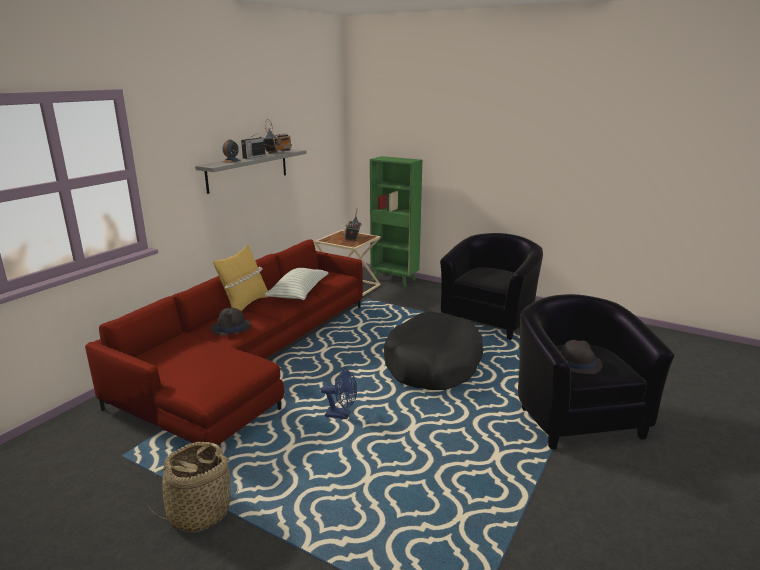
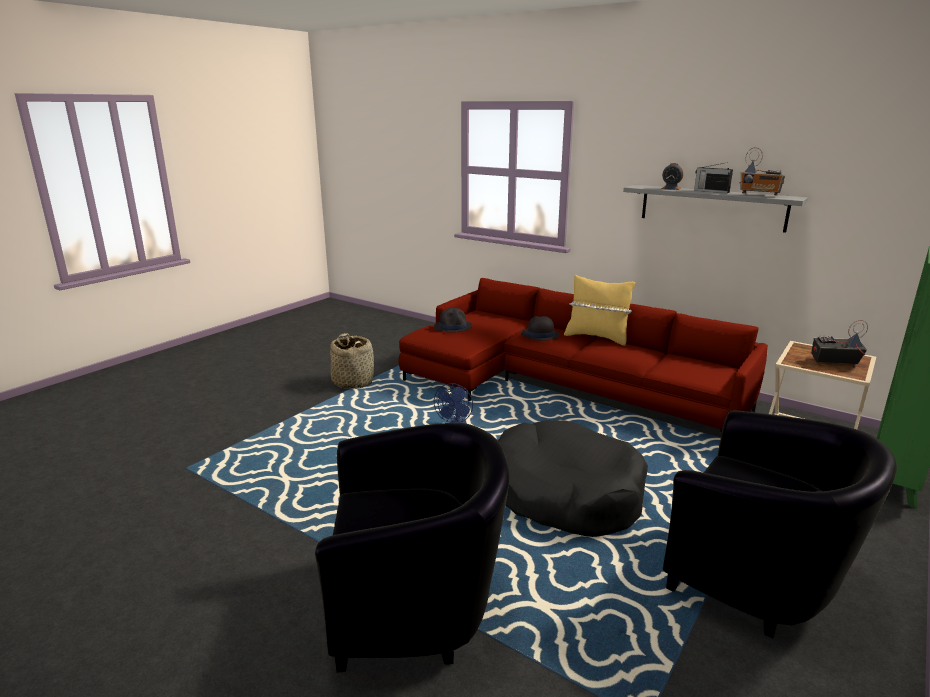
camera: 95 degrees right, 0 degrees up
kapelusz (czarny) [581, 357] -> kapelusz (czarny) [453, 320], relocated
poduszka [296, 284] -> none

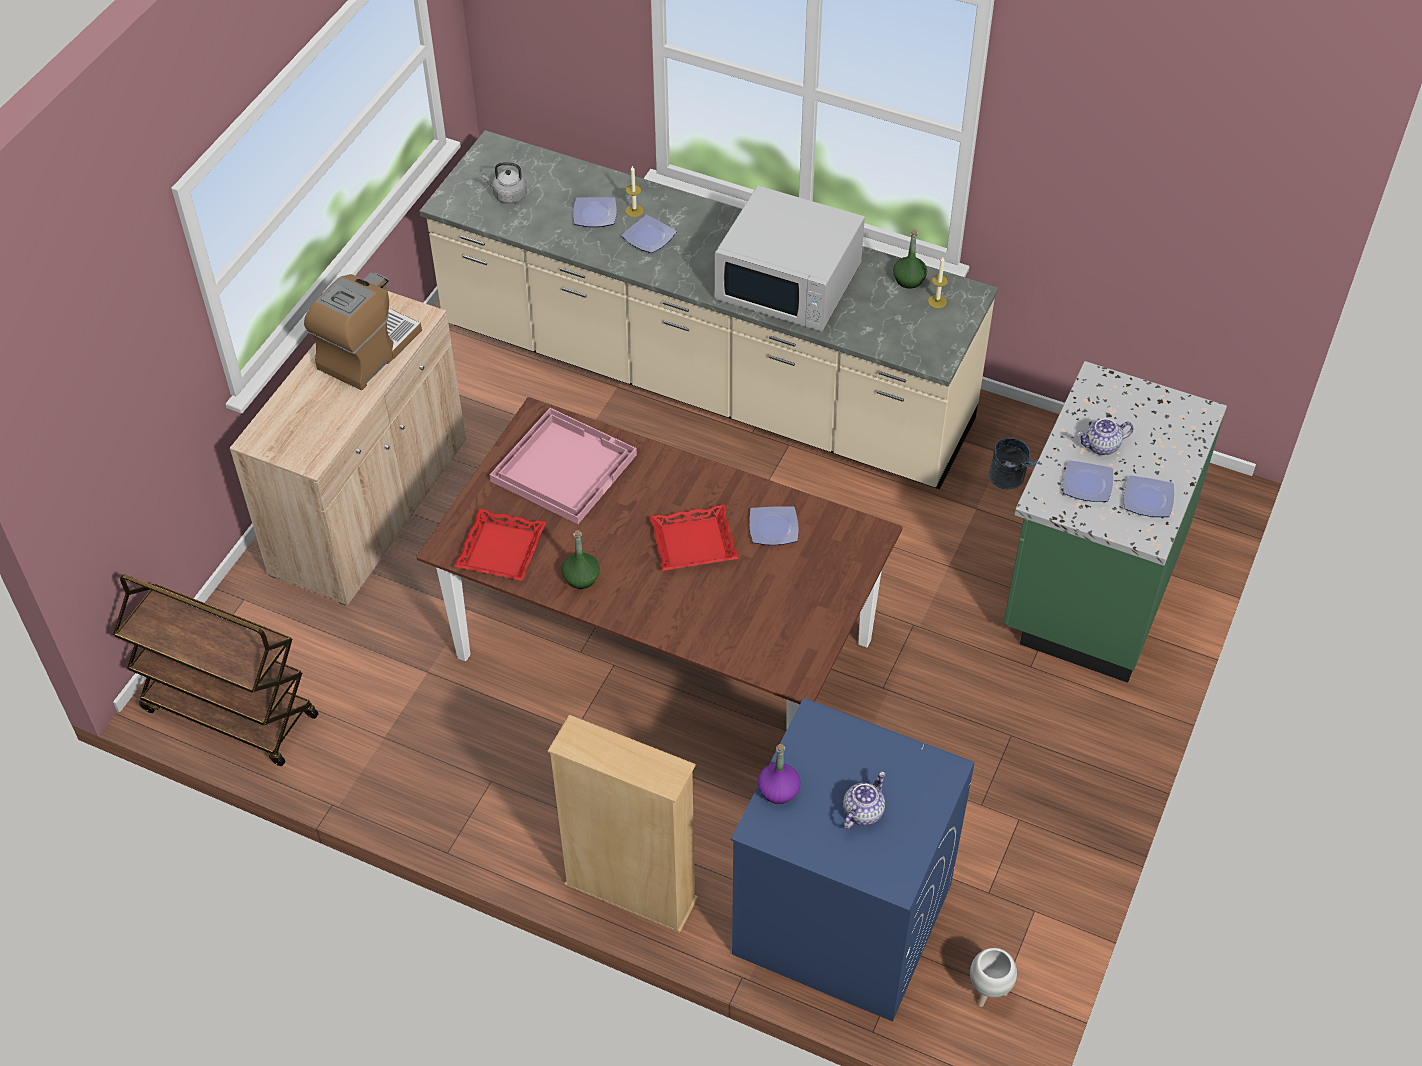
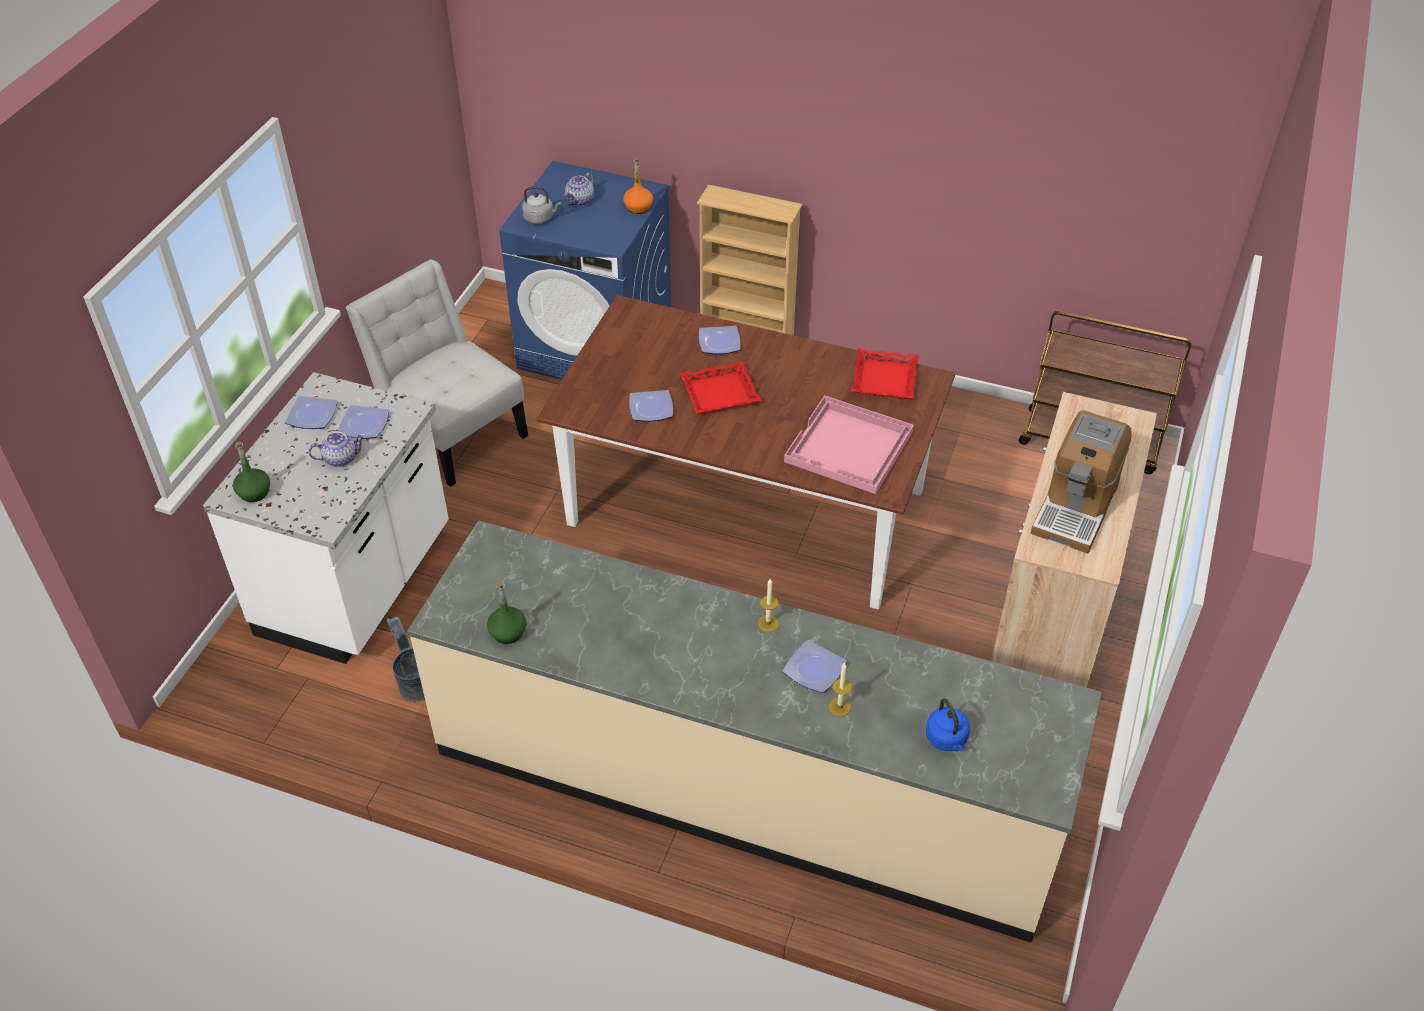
camera: 175 degrees right, 5 degrees down
zabudowa kuchenna (zielony) [1115, 522] -> zabudowa kuchenna (biały) [326, 518]
butelka (zielony) [581, 559] -> butelka (zielony) [251, 472], relocated
none -> krzesło (biały) [436, 373]
czajnik (szary) [505, 183] -> czajnik (szary) [541, 205], relocated
butelka (fioletowy) [779, 774] -> butelka (pomarańczowy) [638, 186]
talerz [595, 212] -> talerz [720, 340], relocated
świeca [938, 282] -> świeca [768, 605], relocated
none -> czajnik (niebieski) [948, 724]
mikrofalówka (biały) [790, 258] -> none
donica (biały) [993, 977] -> none

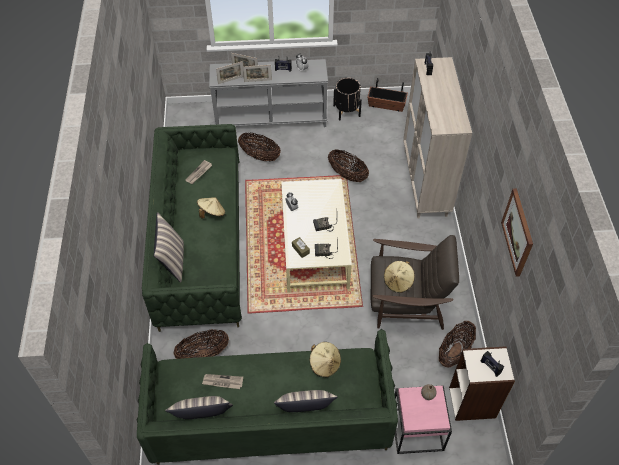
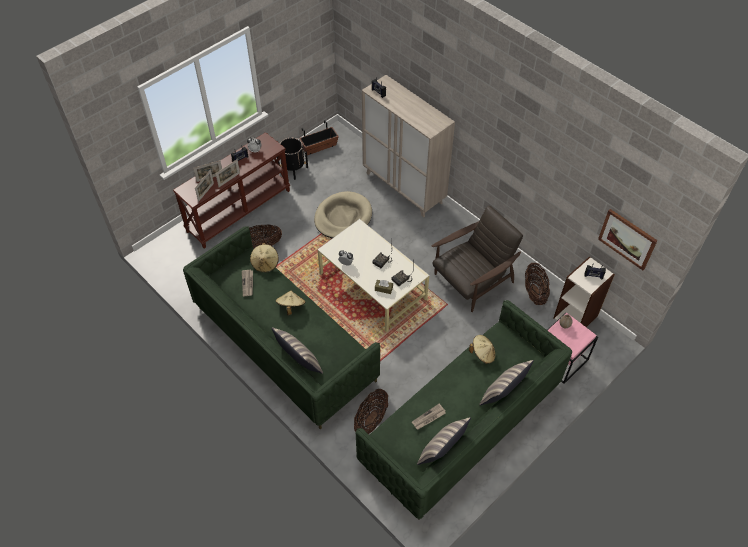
camera: 40 degrees left, 0 degrees up
stolik konsolowy (szary) [268, 93] -> stolik konsolowy (brązowy) [231, 190]
kapelusz (beżowy) [399, 277] -> kapelusz (beżowy) [264, 258], relocated
koszyk [348, 165] -> legowisko (beżowy) [343, 214]
obraz [517, 232] -> obraz [628, 239], relocated

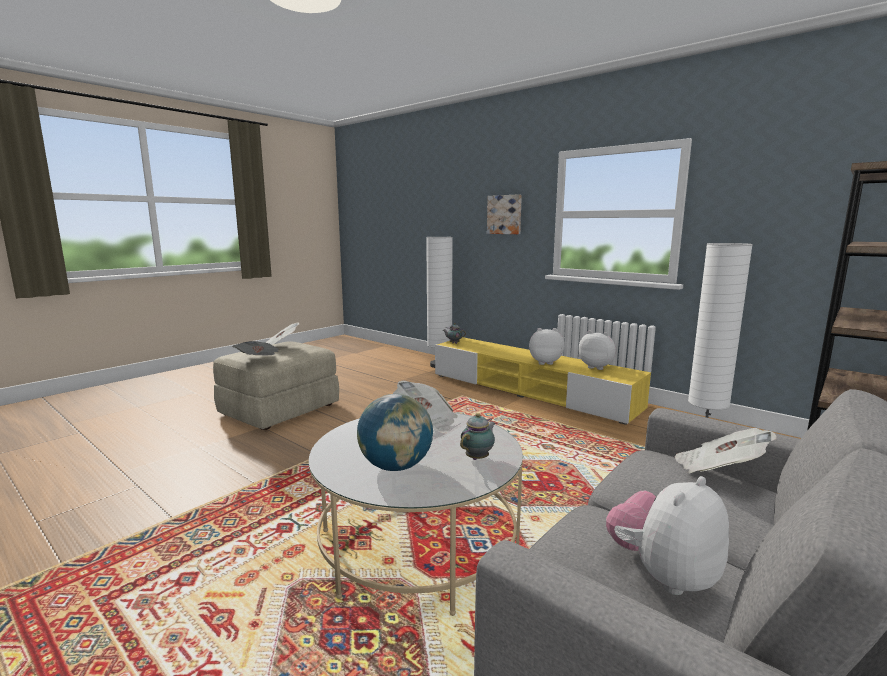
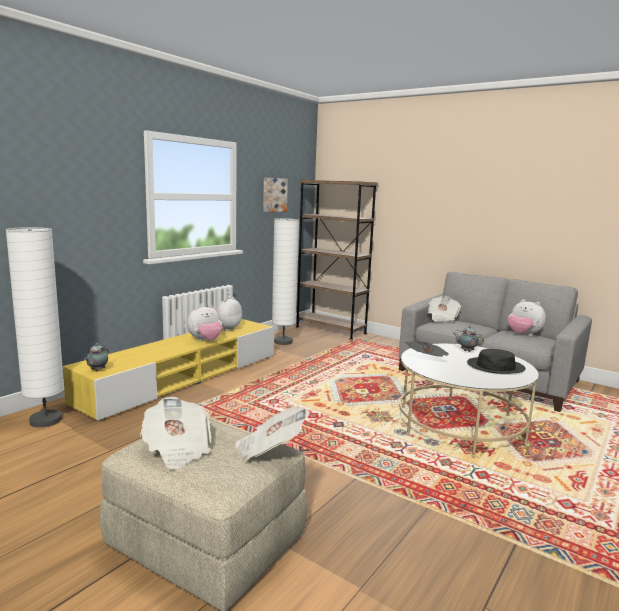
camera: 95 degrees left, 0 degrees up
pluszak [546, 346] -> pluszak [205, 323], 120 degrees counterclockwise
obraz [504, 214] -> obraz [275, 195], relocated
globus [395, 432] -> kapelusz (czarny) [496, 361]

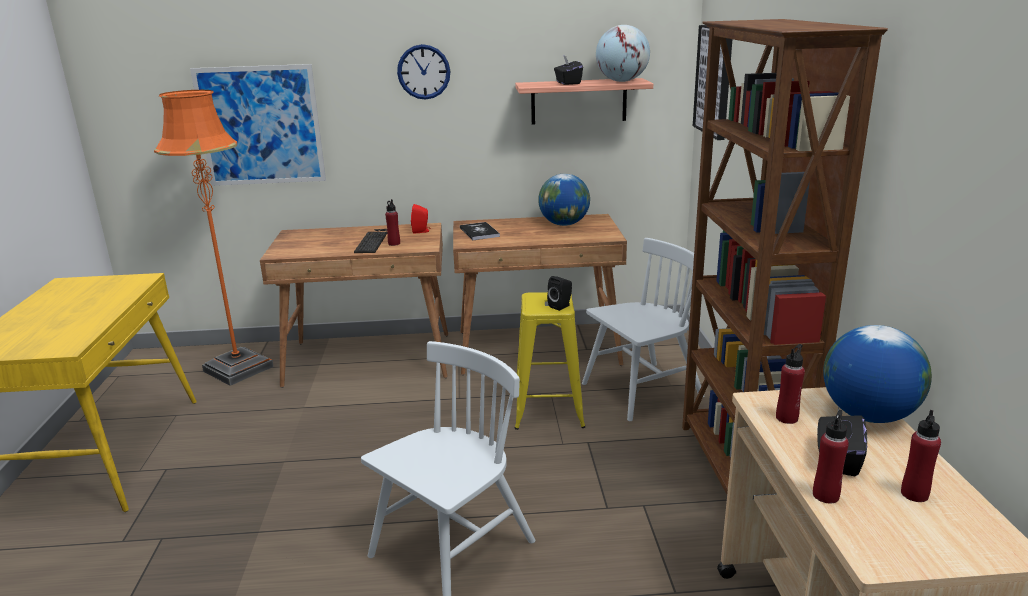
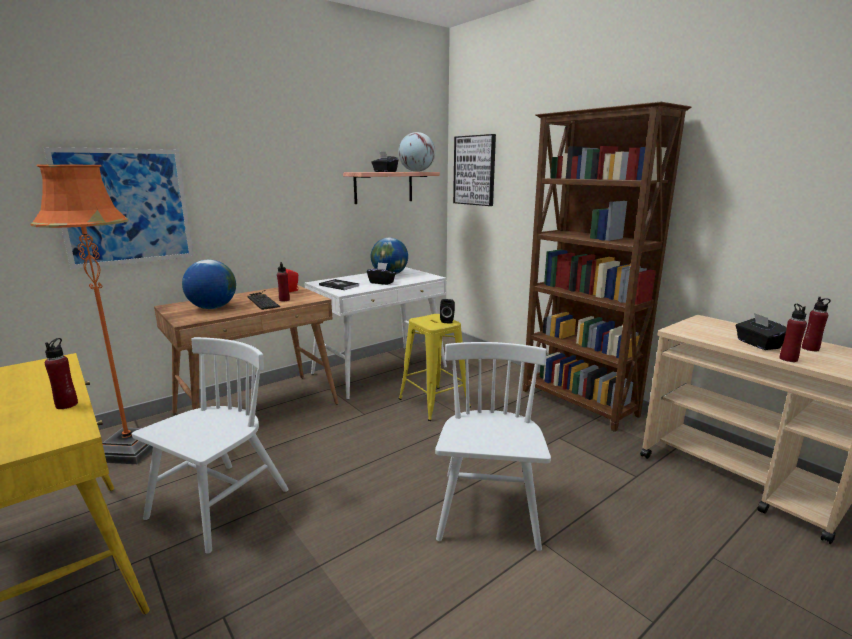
camera: 35 degrees left, 5 degrees down
butelka (czerwony) [790, 384] -> butelka (czerwony) [61, 373], relocated
krzesło (biały) [643, 329] -> krzesło (biały) [210, 445], relocated
globus [877, 374] -> globus [209, 284], relocated
biurko (brązowy) [540, 294] -> biurko (biały) [375, 333]
none -> pudełko chusteczek (czarny) [381, 273]
zegar ścienny [423, 72] -> none

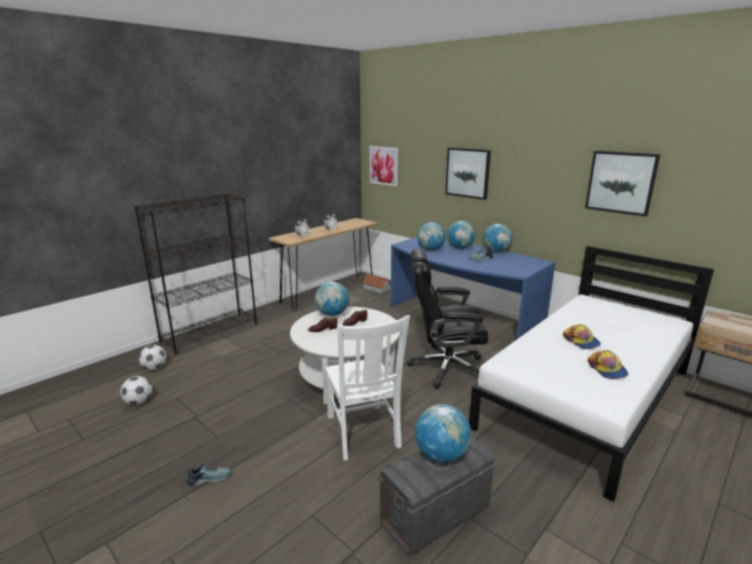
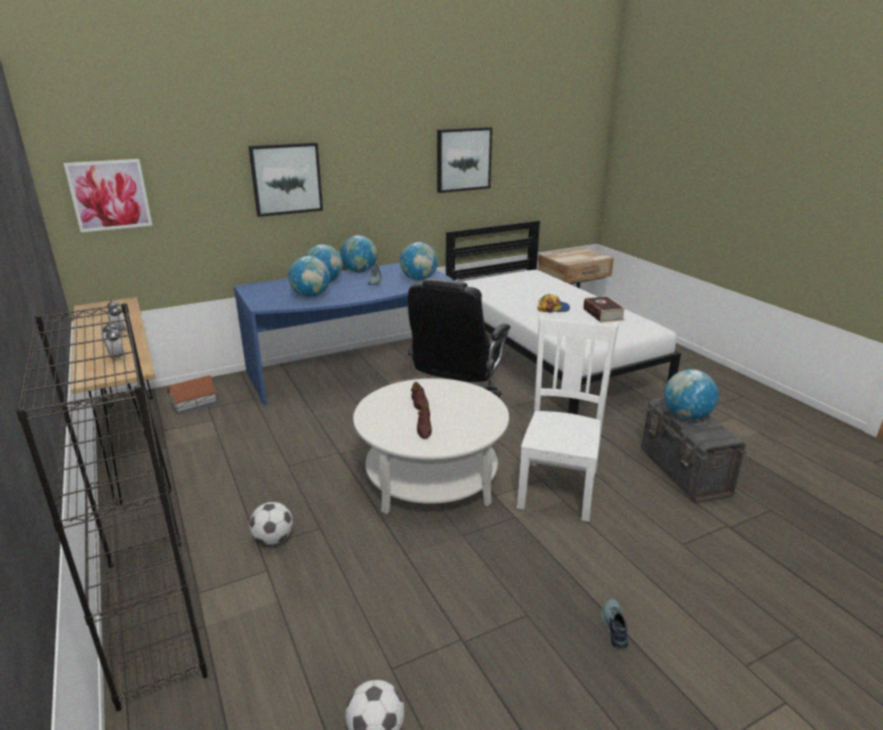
camera: 70 degrees left, 5 degrees up
piłka futbolowa [152, 357] -> piłka futbolowa [271, 523], relocated
globus [332, 299] -> globus [419, 261], relocated
krzesło (biały) [367, 387] -> krzesło (biały) [568, 418], 75 degrees counterclockwise
czapka z daszkiem [608, 364] -> książka [604, 309]

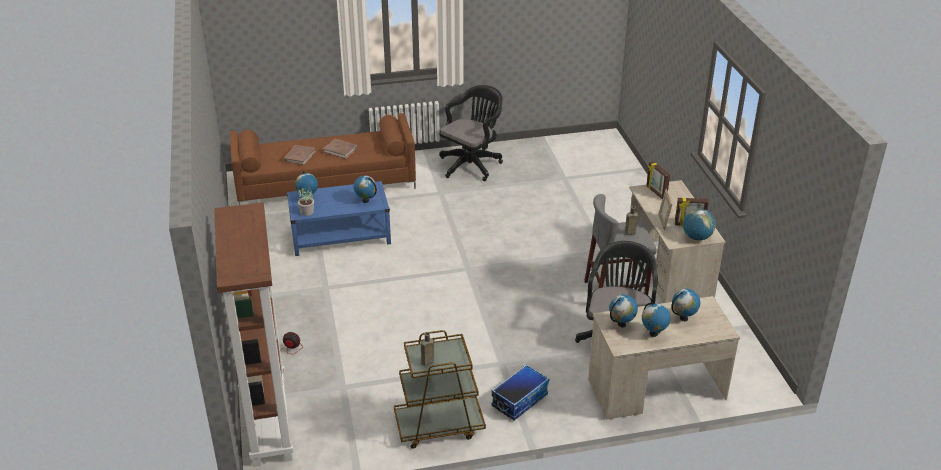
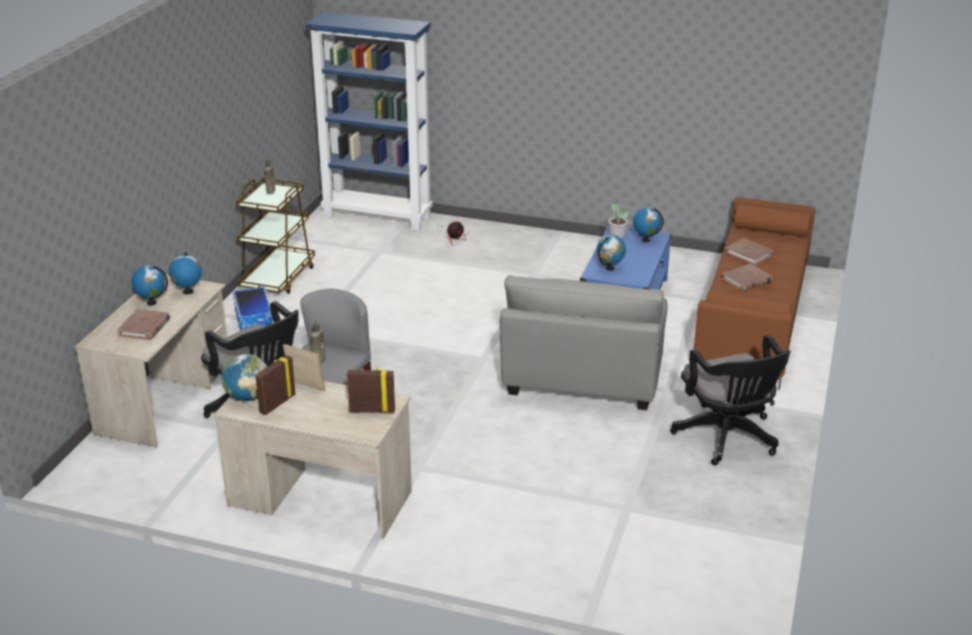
camera: 120 degrees right, 5 degrees down
globus [685, 305] -> książka (brązowy) [143, 324]
regał (brązowy) [254, 335] -> regał (niebieski) [369, 121]
none -> fotel (szary) [583, 342]

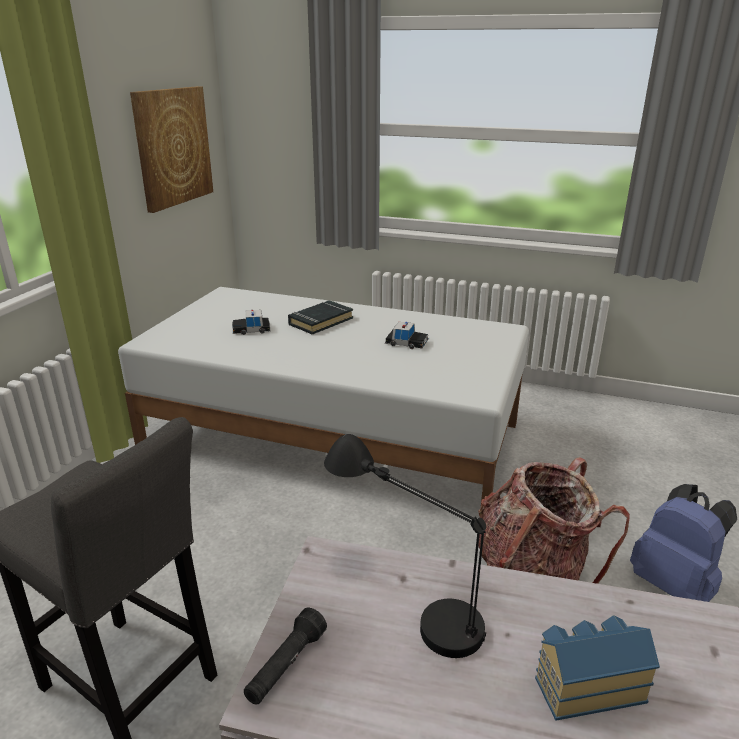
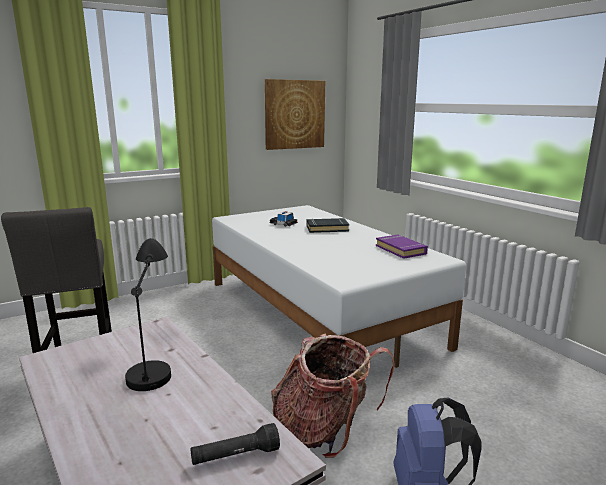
camera: 40 degrees right, 10 degrees down
latarka (czarny) [285, 656] -> latarka (czarny) [235, 444], relocated
none -> książka (fioletowy) [402, 247]
samochodzik [407, 335] -> none
domek [597, 668] -> none

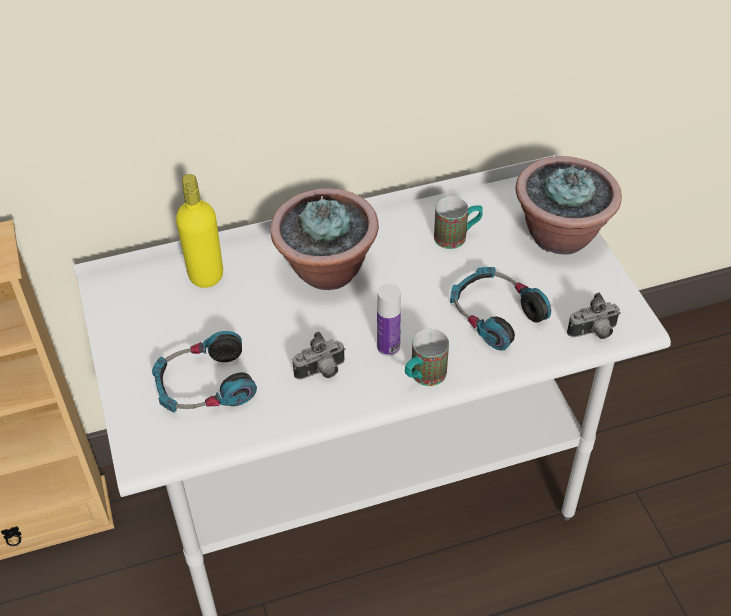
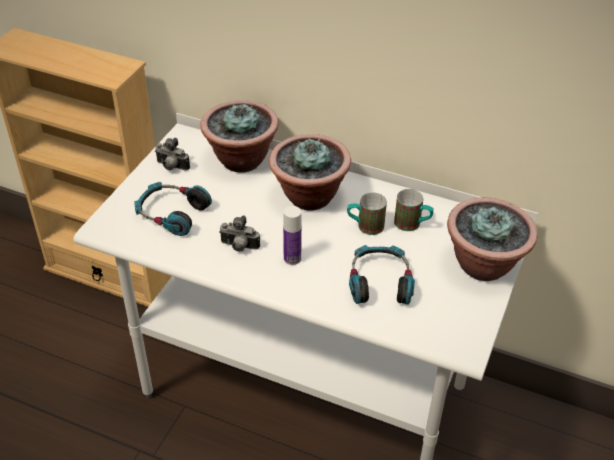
camera: 40 degrees right, 5 degrees down
aparat fotograficzny [594, 316] -> aparat fotograficzny [172, 154], relocated
butelka (żółty) [199, 231] -> roślina doniczkowa [239, 136]
kubek [427, 357] -> kubek [367, 213], relocated

